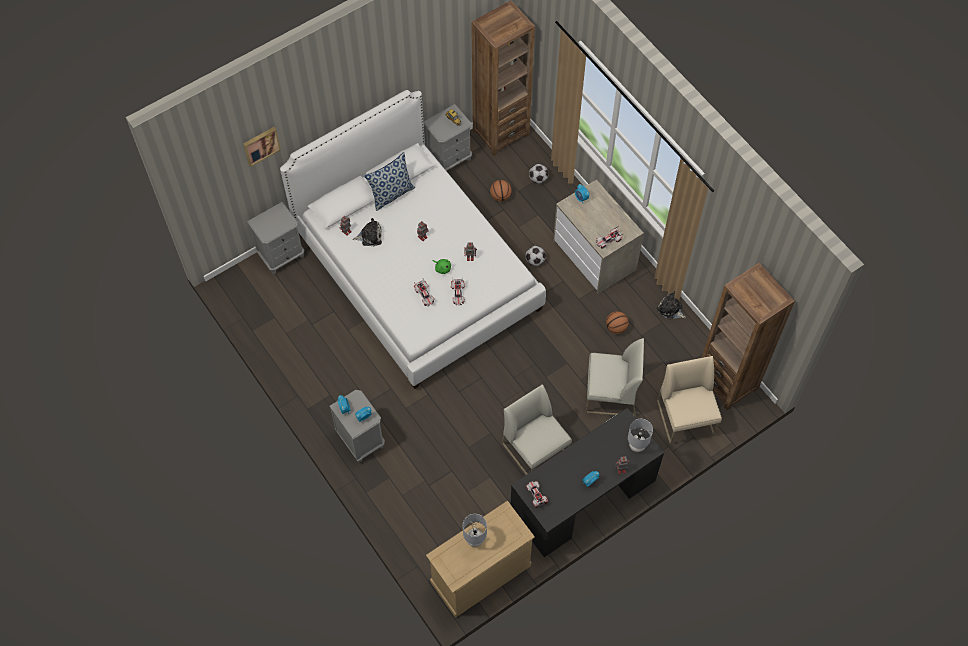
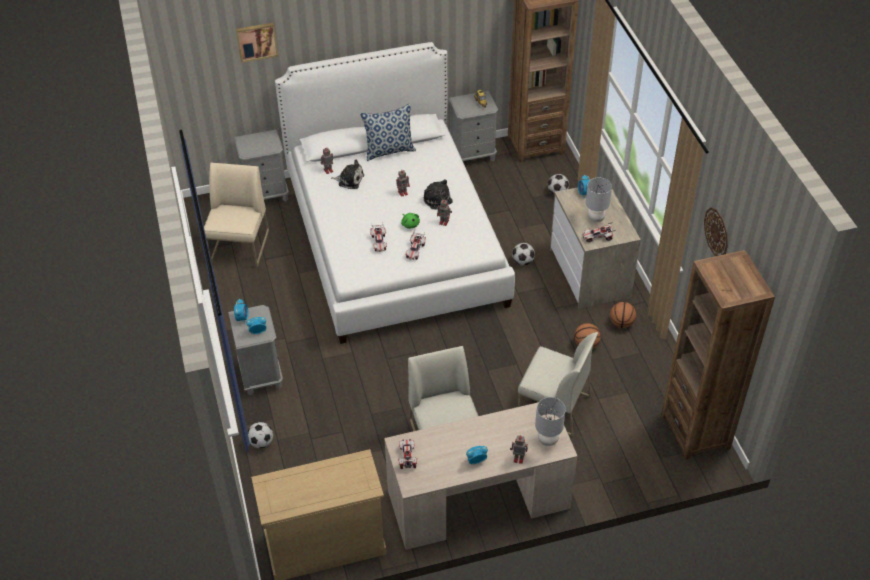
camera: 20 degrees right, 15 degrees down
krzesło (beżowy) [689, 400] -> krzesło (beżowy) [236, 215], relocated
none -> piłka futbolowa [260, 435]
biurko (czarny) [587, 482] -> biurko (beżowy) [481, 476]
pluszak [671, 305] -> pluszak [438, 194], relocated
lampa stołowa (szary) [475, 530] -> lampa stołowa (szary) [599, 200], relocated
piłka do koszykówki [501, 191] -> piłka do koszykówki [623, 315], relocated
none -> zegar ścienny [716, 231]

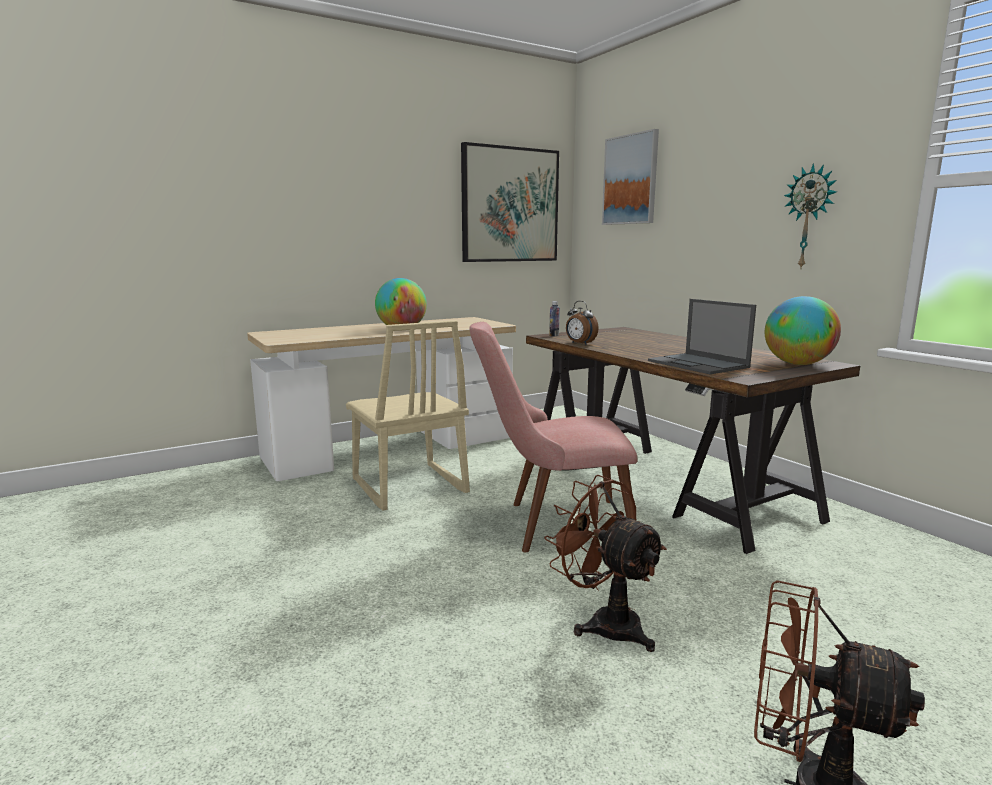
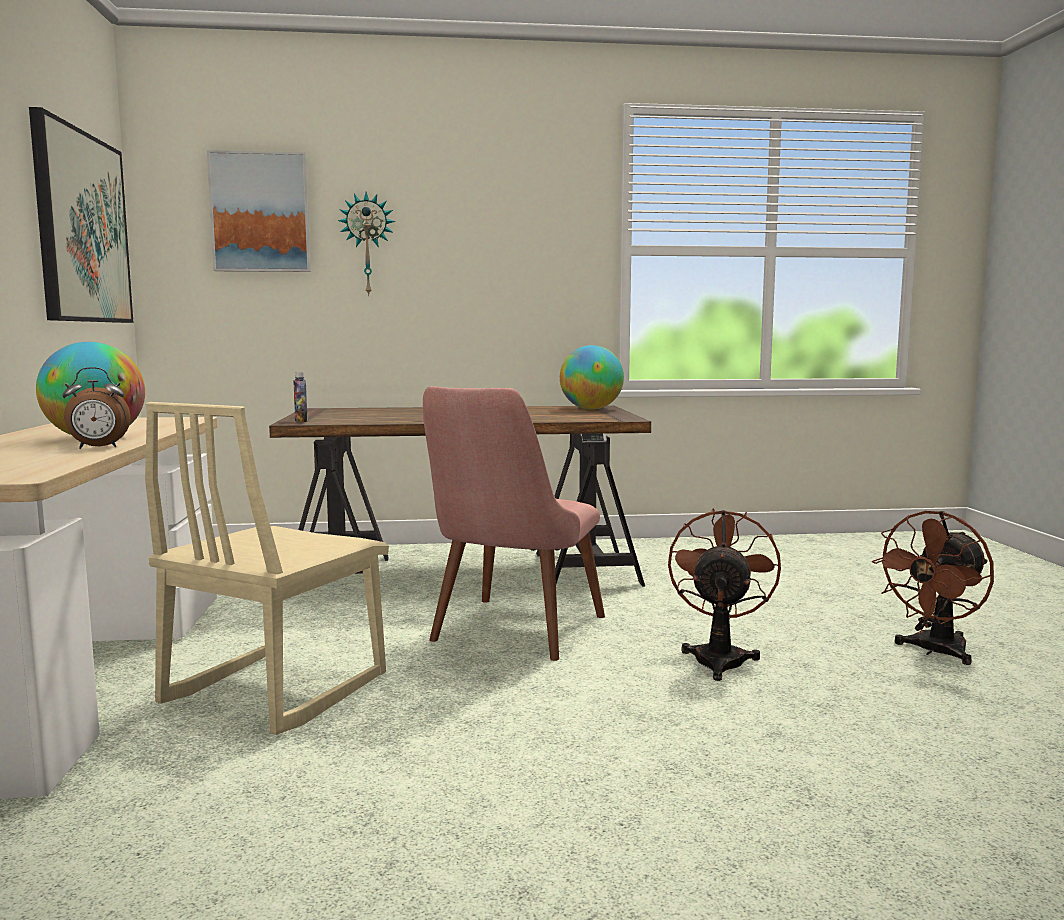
camera: 65 degrees left, 5 degrees down
budzik [582, 323] -> budzik [96, 408], relocated
krzesło (beżowy) [408, 415] -> krzesło (beżowy) [267, 568], 120 degrees clockwise
zegar ścienny [810, 216] -> zegar ścienny [366, 244], relocated
wentylator (brązowy) [605, 563] -> wentylator (brązowy) [724, 594], 120 degrees clockwise
laptop [702, 336] -> none

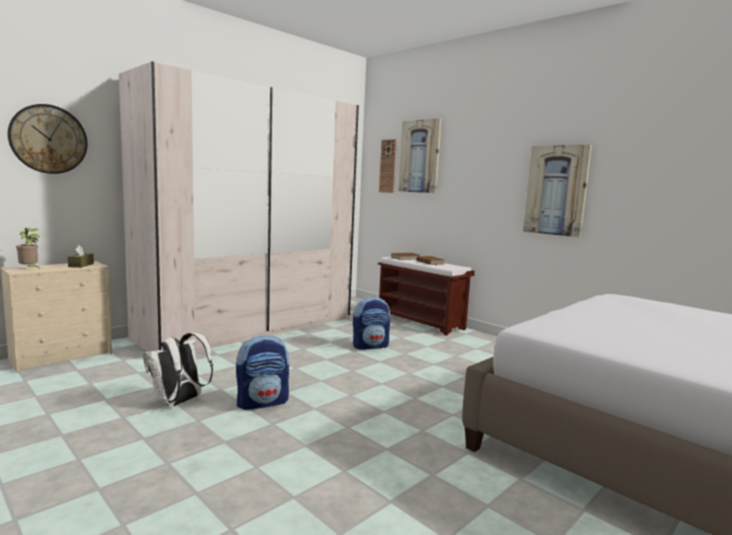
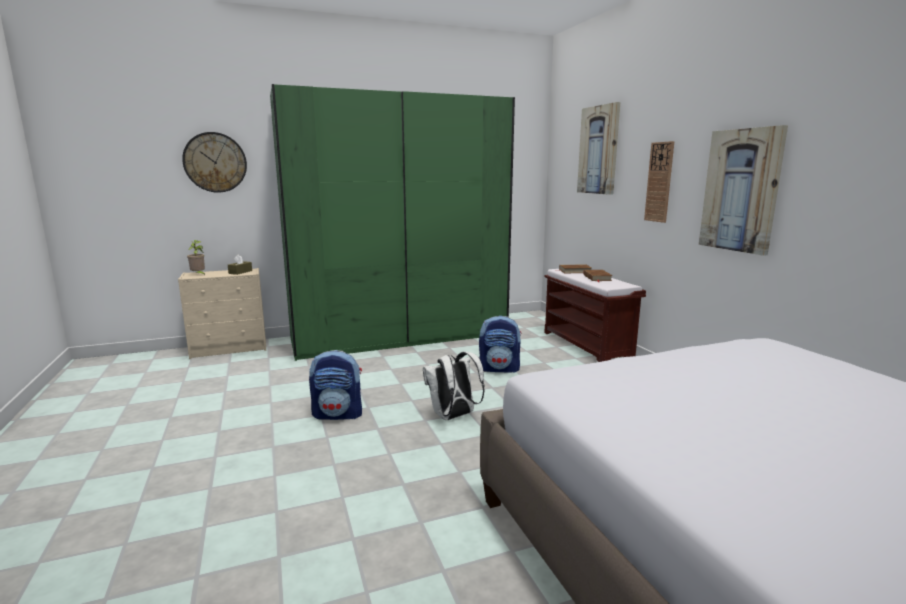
camera: 25 degrees right, 5 degrees up
szafa (beżowy) [239, 206] -> szafa (zielony) [392, 222]
plecak (biały) [178, 370] -> plecak (biały) [454, 386], relocated
zegar ścienny [388, 166] -> zegar ścienny [659, 182], relocated

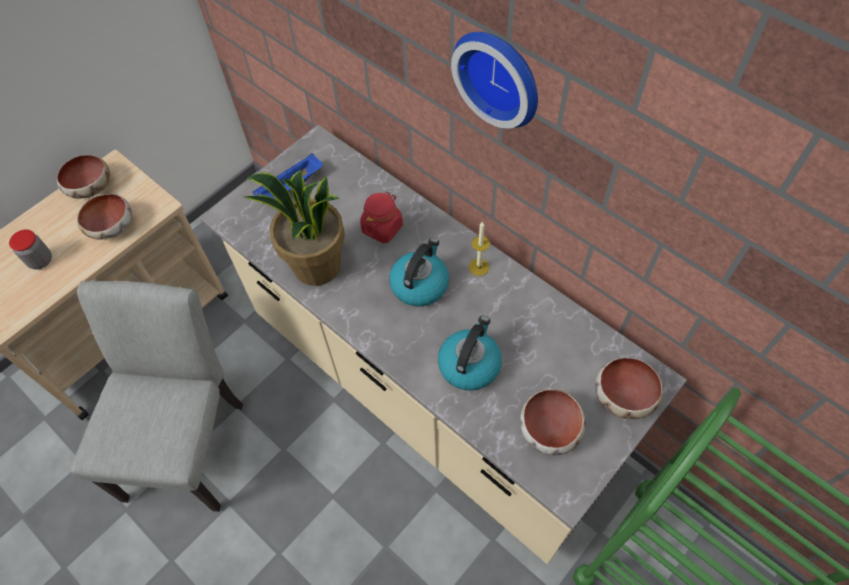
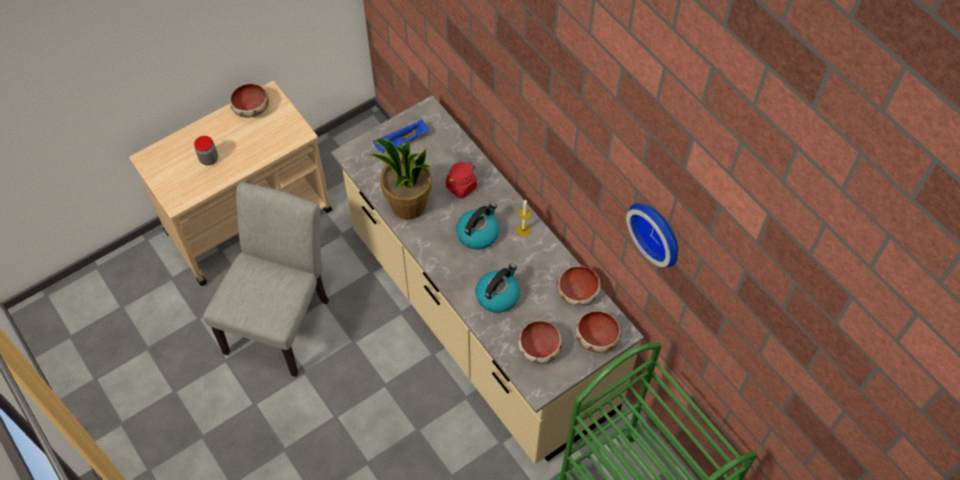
camera: 10 degrees right, 0 degrees up
miska [104, 216] -> miska [579, 286], relocated
zegar ścienny [494, 80] -> zegar ścienny [652, 235], relocated

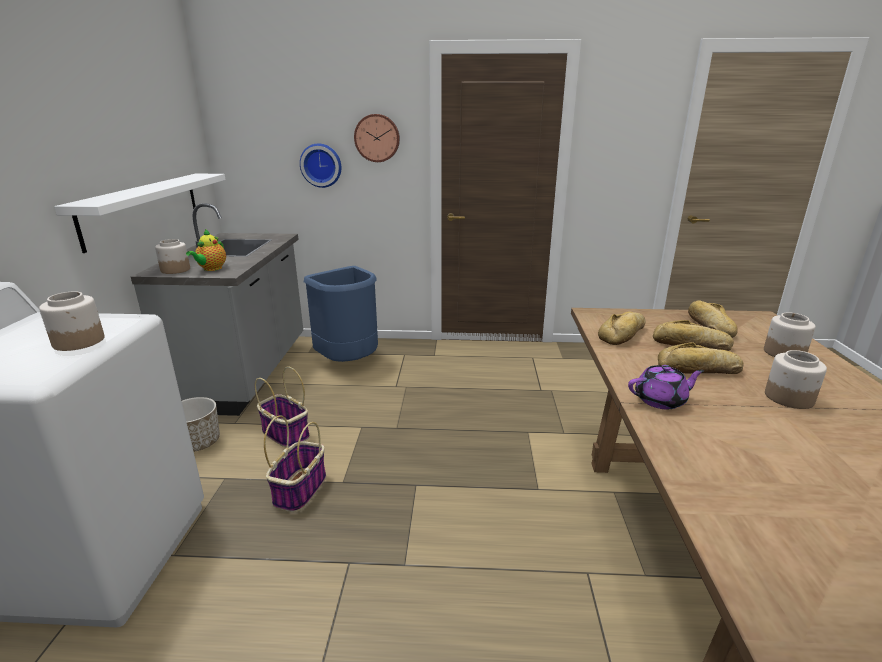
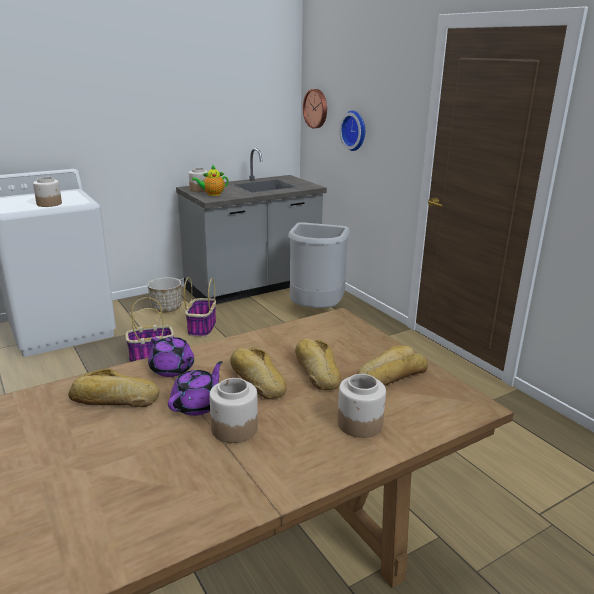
camera: 55 degrees right, 0 degrees up
chleb [622, 328] -> chleb [113, 388], relocated
none -> imbryk (fioletowy) [195, 388]
kosz na śmieci (niebieski) [341, 314] -> kosz na śmieci (szary) [319, 265]
zegar ścienny [377, 138] -> zegar ścienny [315, 108], relocated
półka (biały) [140, 213] -> none

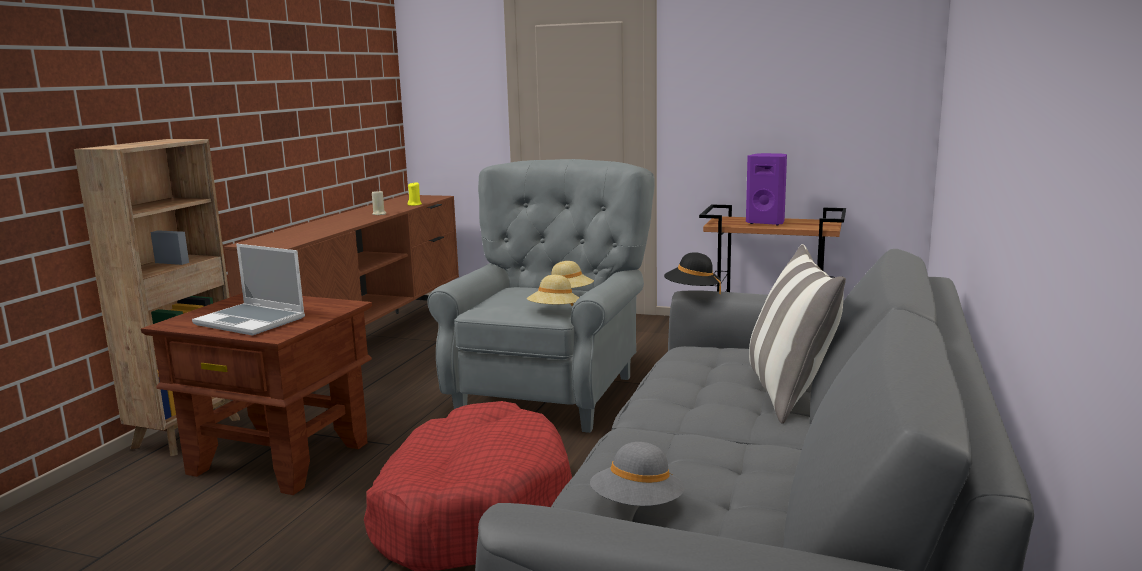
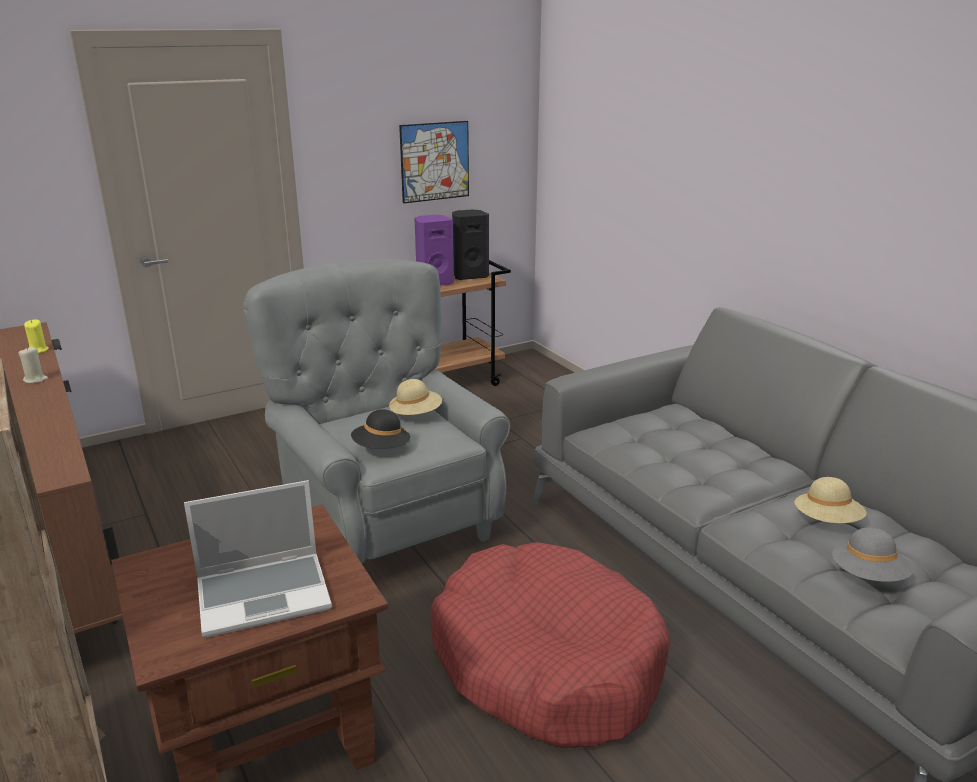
camera: 50 degrees left, 10 degrees up
kapelusz (czarny) [692, 273] -> kapelusz (czarny) [380, 429], relocated
none -> obraz [434, 162]
none -> głośnik (czarny) [470, 245]
kapelusz (beżowy) [553, 290] -> kapelusz (beżowy) [831, 500], relocated
poduszka [797, 334] -> none

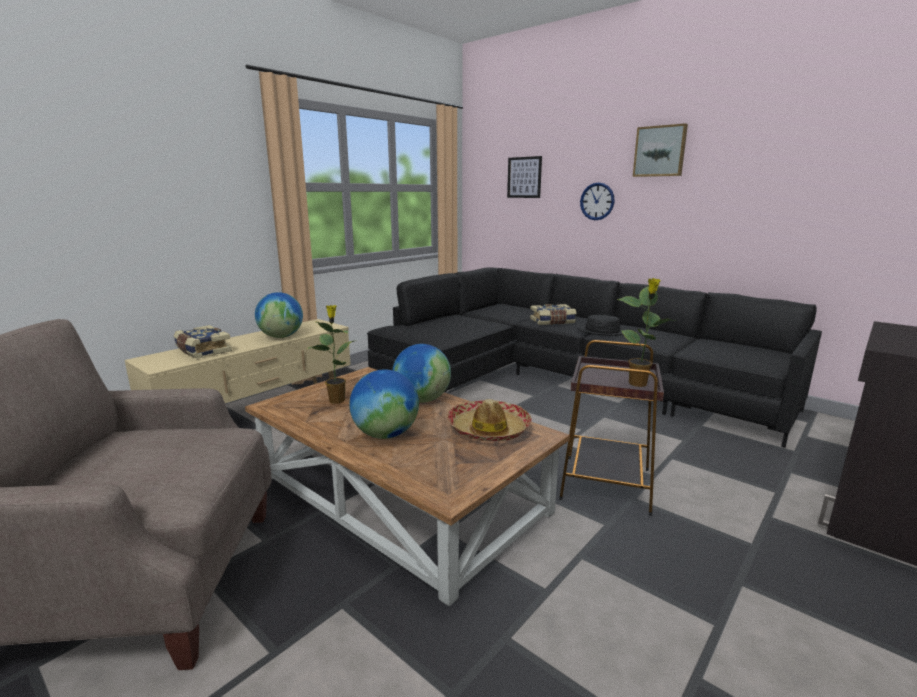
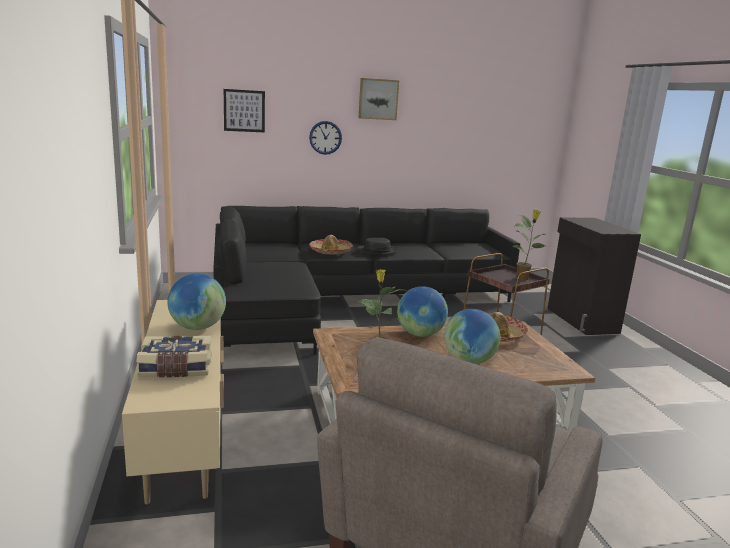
camera: 55 degrees left, 0 degrees up
książka [553, 314] -> kapelusz [331, 244]

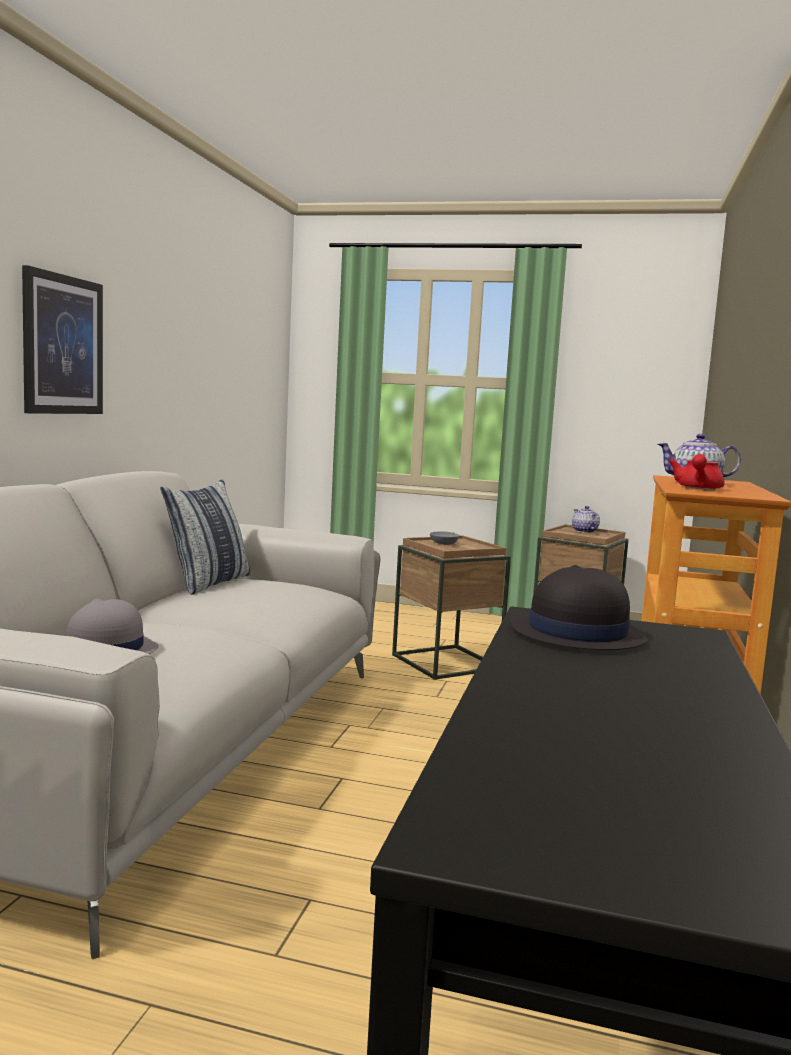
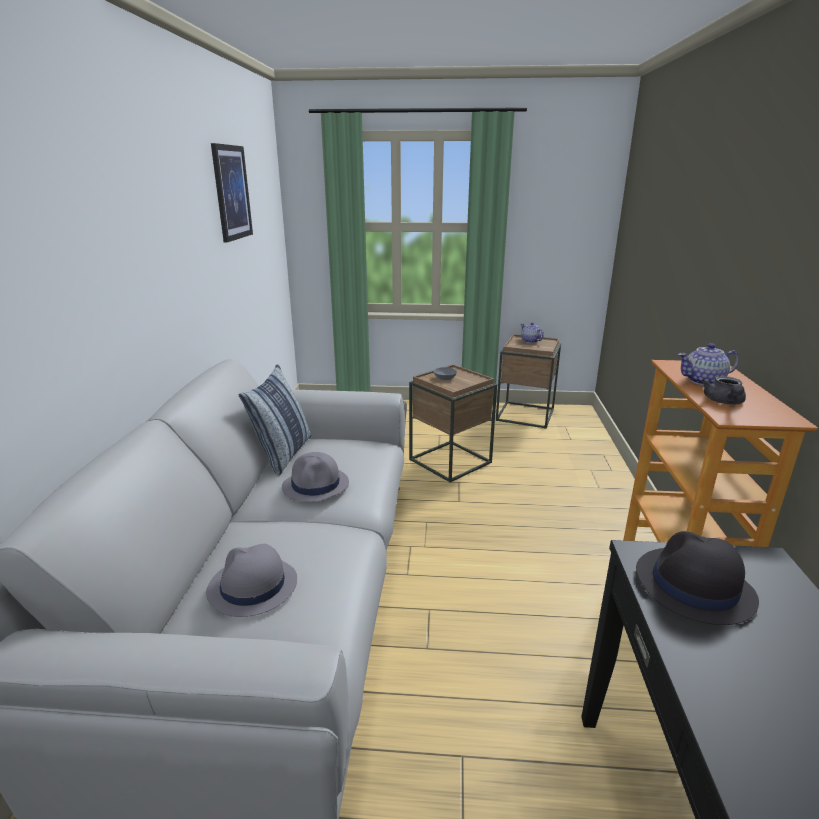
camera: 10 degrees left, 15 degrees up
obraz [62, 339] -> obraz [232, 192], relocated
none -> kapelusz (szary) [315, 477]
imbryk (czerwony) [697, 472] -> imbryk (szary) [723, 390]

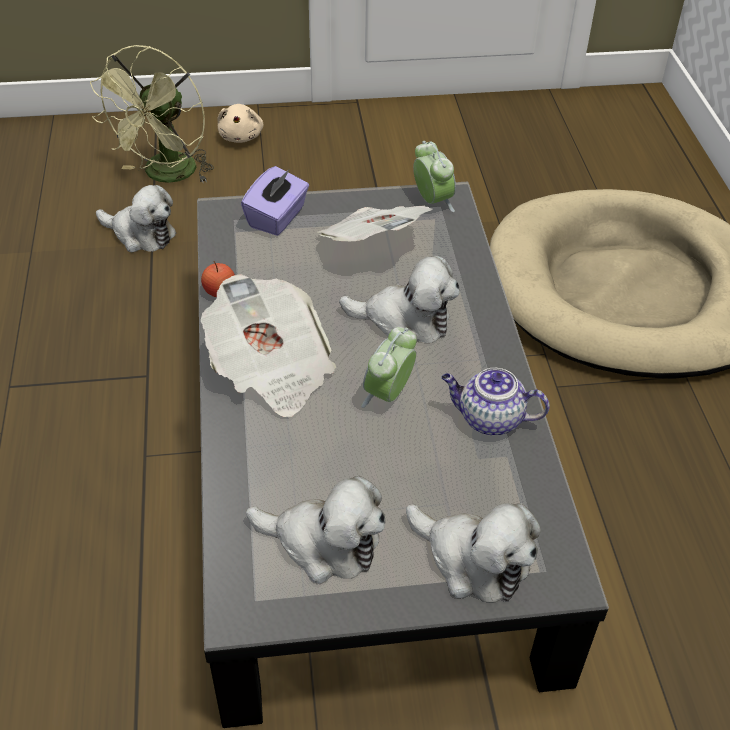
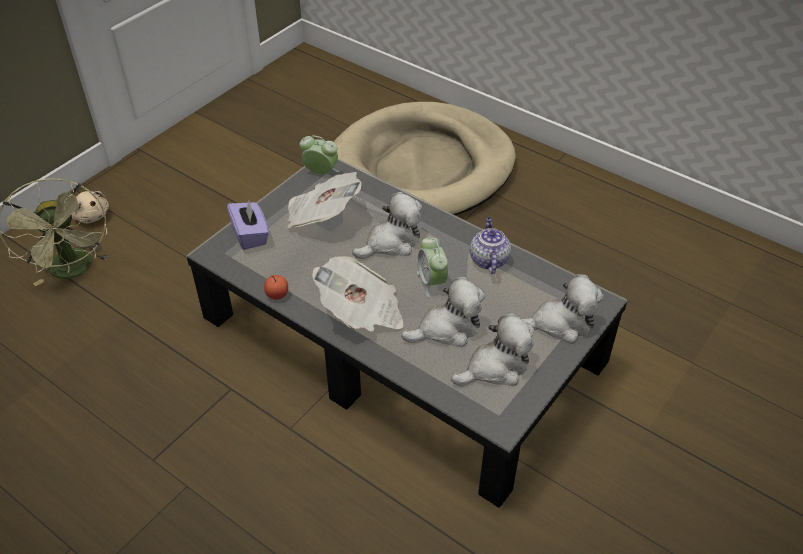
camera: 45 degrees left, 0 degrees up
pluszak [136, 218] -> pluszak [443, 312], relocated
imbryk [495, 402] -> imbryk [490, 245], 120 degrees clockwise

